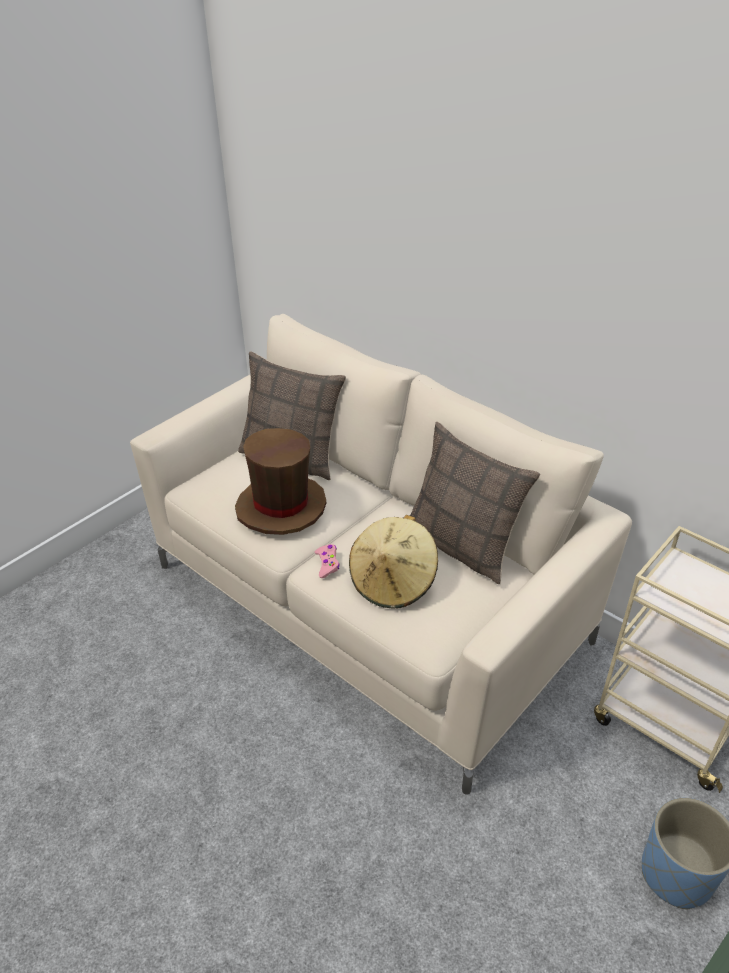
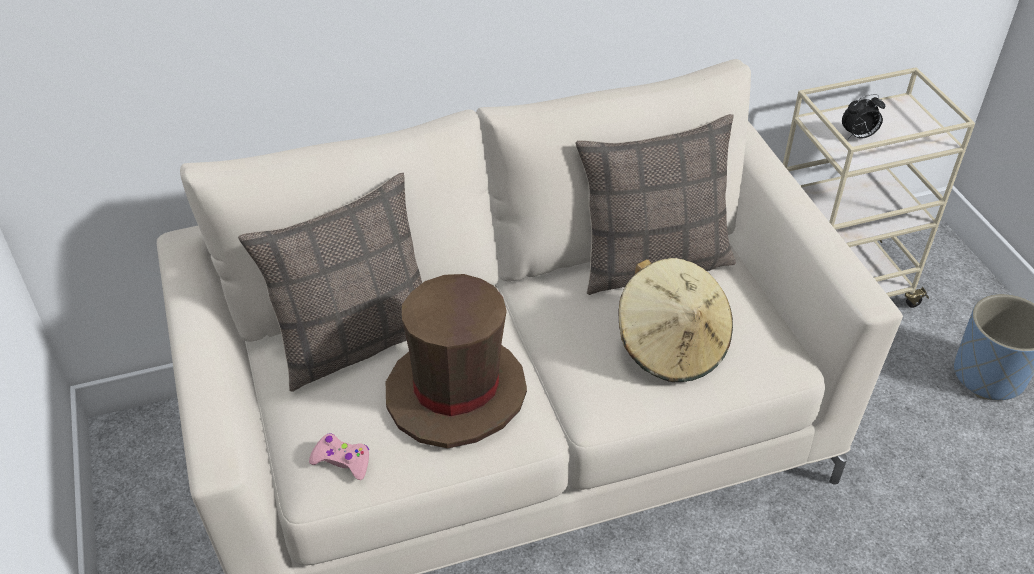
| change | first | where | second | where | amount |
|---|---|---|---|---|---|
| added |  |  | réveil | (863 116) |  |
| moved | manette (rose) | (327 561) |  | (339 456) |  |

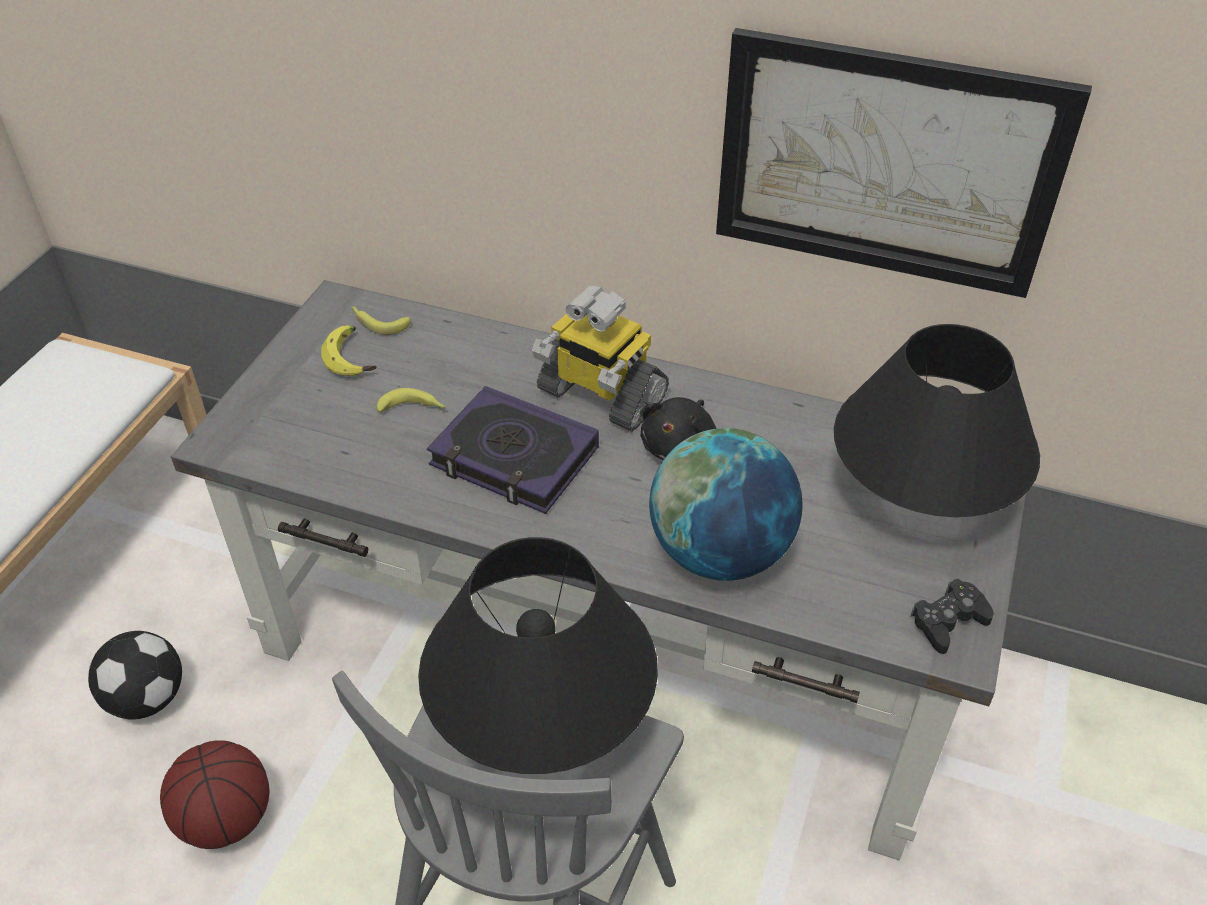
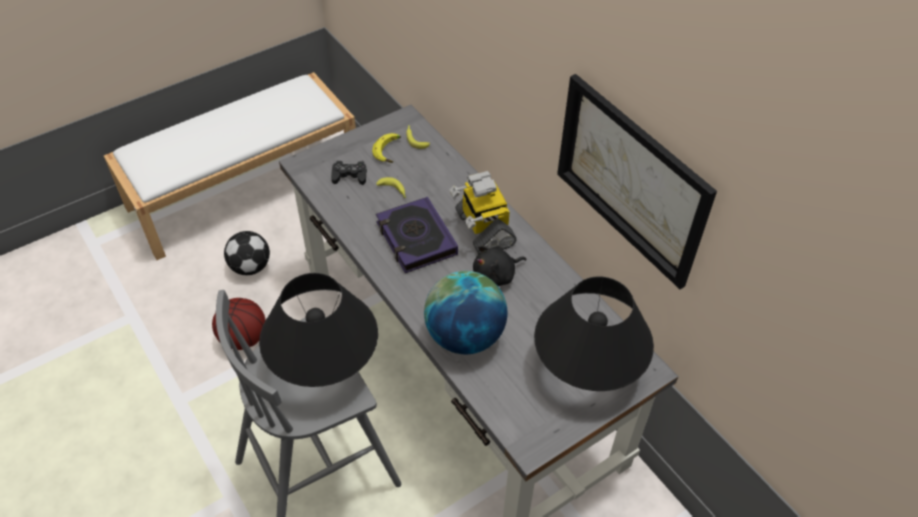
| change | first | where | second | where | amount |
|---|---|---|---|---|---|
| moved | manette (noir) | (952 616) |  | (349 173) |  |

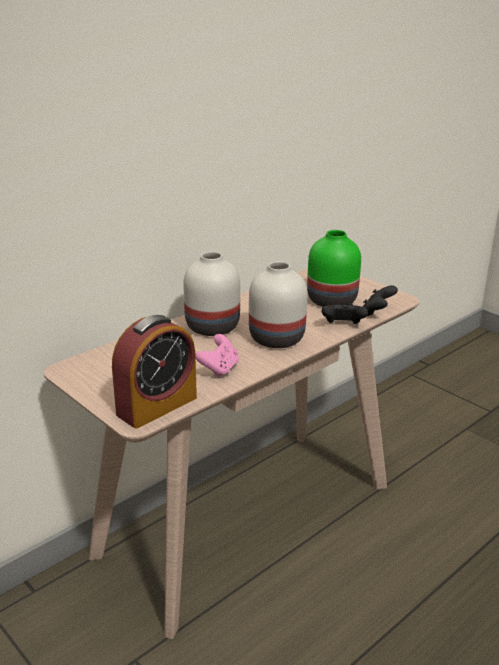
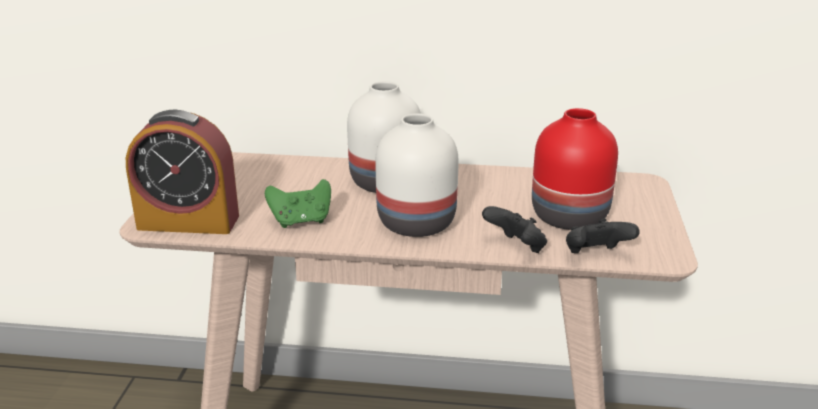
| change | first | where | second | where | amount |
|---|---|---|---|---|---|
| recoloured | manette (rose) | (217 356) | manette (vert) | (298 203) |  |
| recoloured | vase (vert) | (334 268) | vase (rouge) | (575 169) |  |

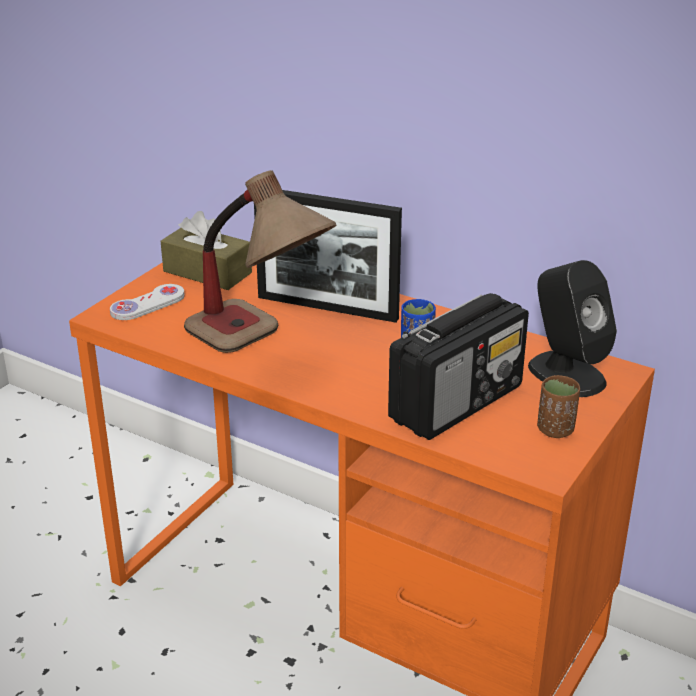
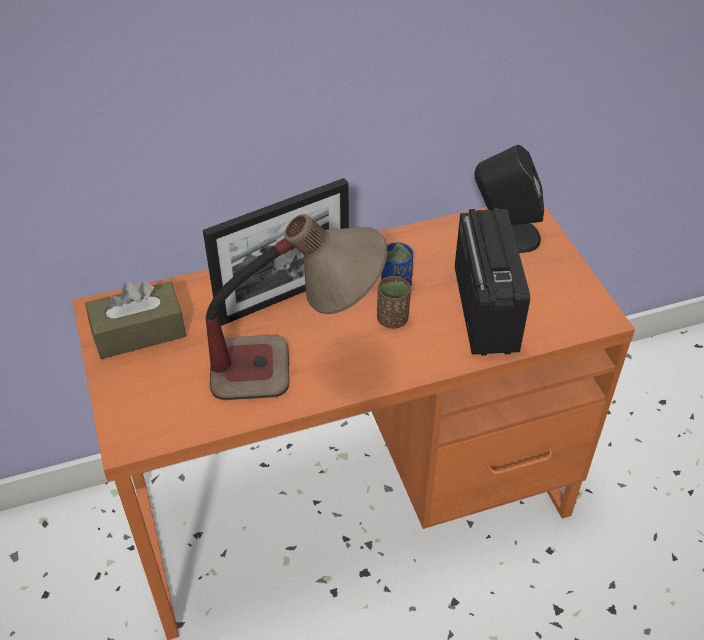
| change | first | where | second | where | amount |
|---|---|---|---|---|---|
| removed | manette (blanc) | (147 302) |  |  |  |
| moved | tasse (marron) | (558 406) |  | (394 302) |  |

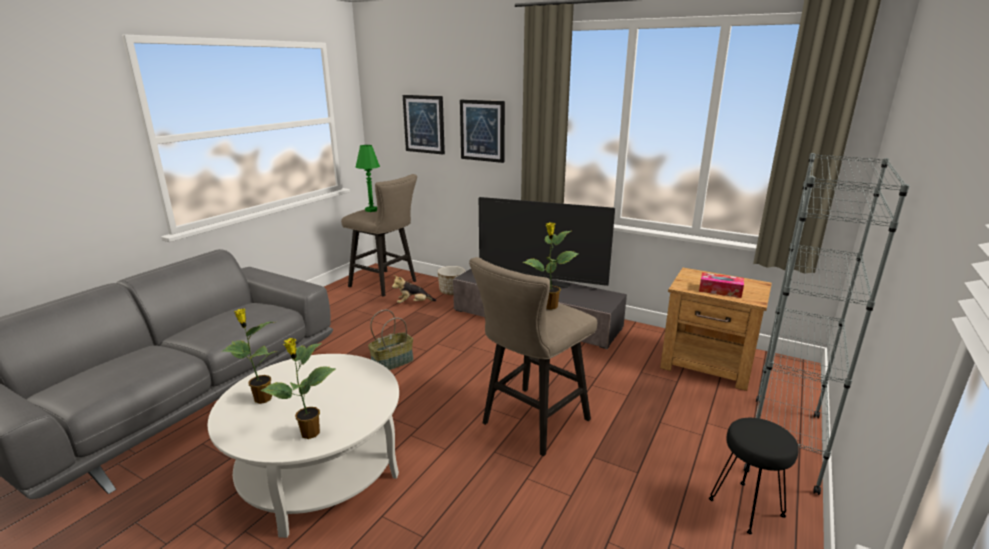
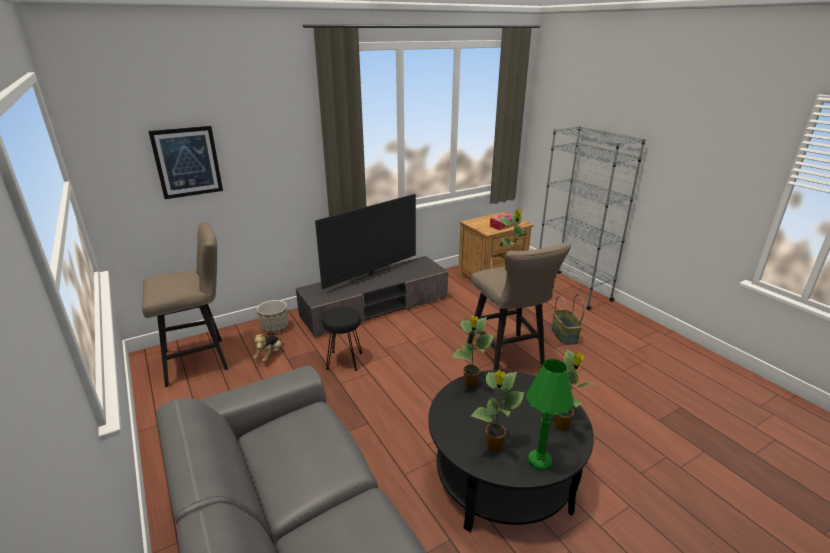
| change | first | where | second | where | amount |
|---|---|---|---|---|---|
| removed | tableau | (482 131) |  |  |  |
| added |  |  | plante en pot | (472 352) |  |
| moved | lampe de table (vert) | (368 178) |  | (550 415) |  |
| moved | panier | (391 340) |  | (568 319) |  |
| moved | tabouret (noir) | (754 476) |  | (342 339) |  |
| recoloured | table basse (blanc) | (303 446) | table basse (noir) | (511 451) |  |

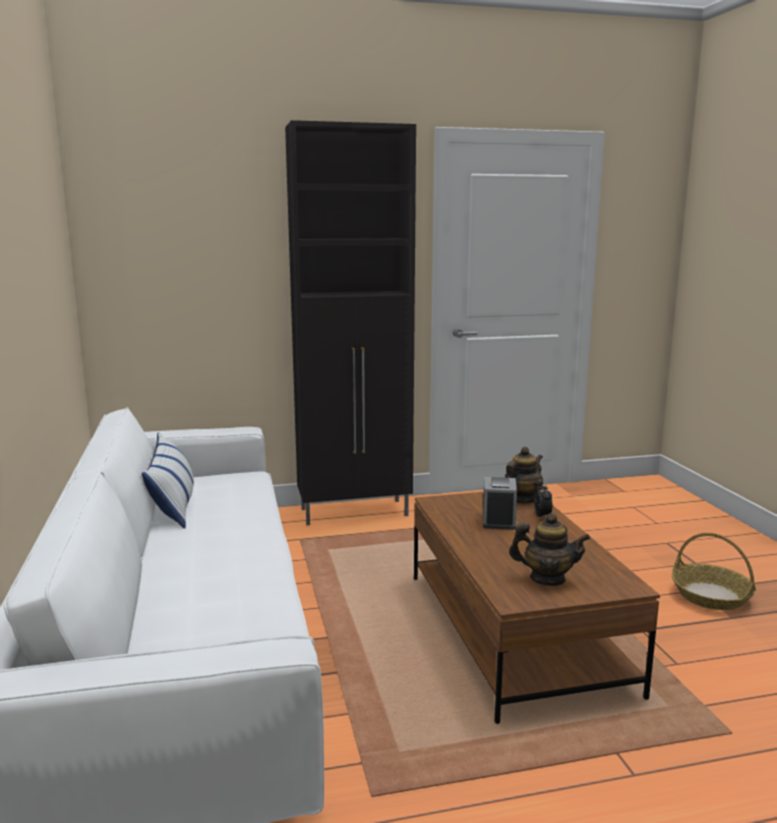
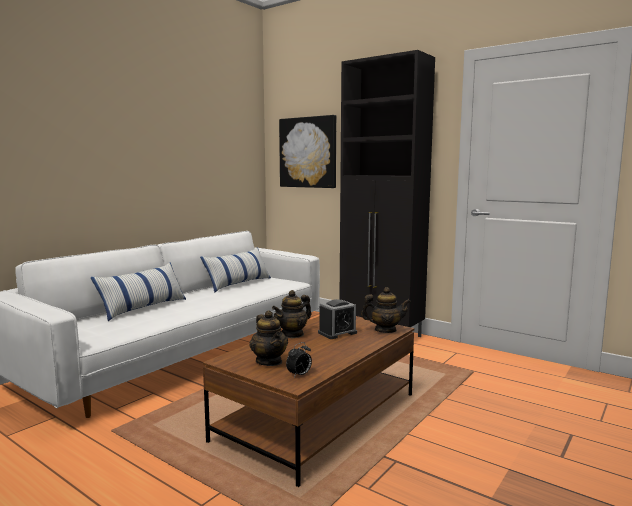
| change | first | where | second | where | amount |
|---|---|---|---|---|---|
| removed | panier | (714 571) |  |  |  |
| added |  |  | coussin | (138 292) |  |
| added |  |  | théière | (291 314) |  |
| added |  |  | tableau | (307 151) |  |
| moved | réveil | (543 500) |  | (299 359) |  |

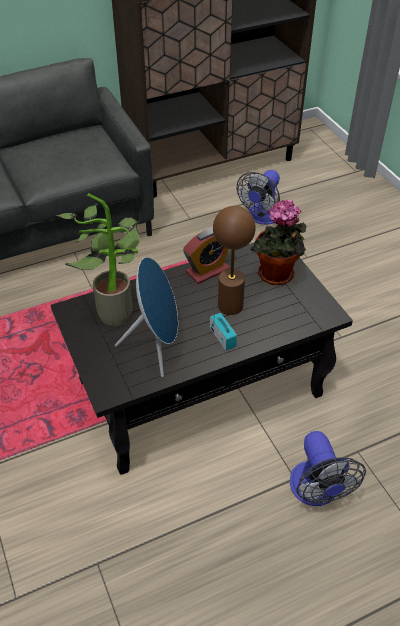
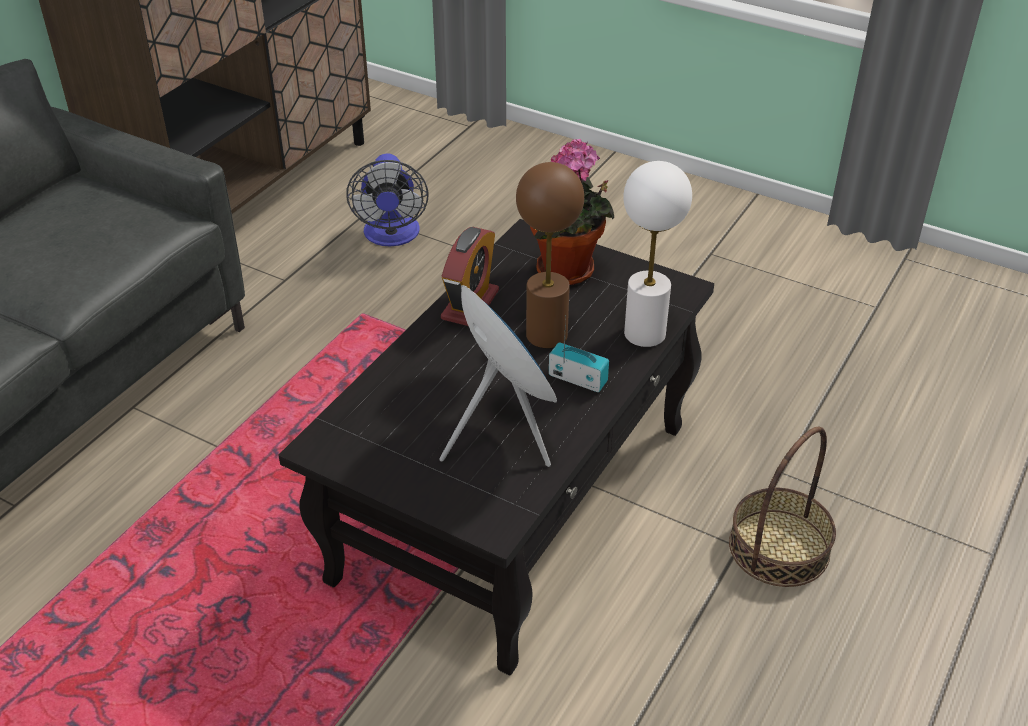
| change | first | where | second | where | amount |
|---|---|---|---|---|---|
| removed | plante en pot | (98 259) |  |  |  |
| added |  |  | lampe de table (blanc) | (657 254) |  |
| replaced | ventilateur | (328 468) | panier | (782 507) |  |

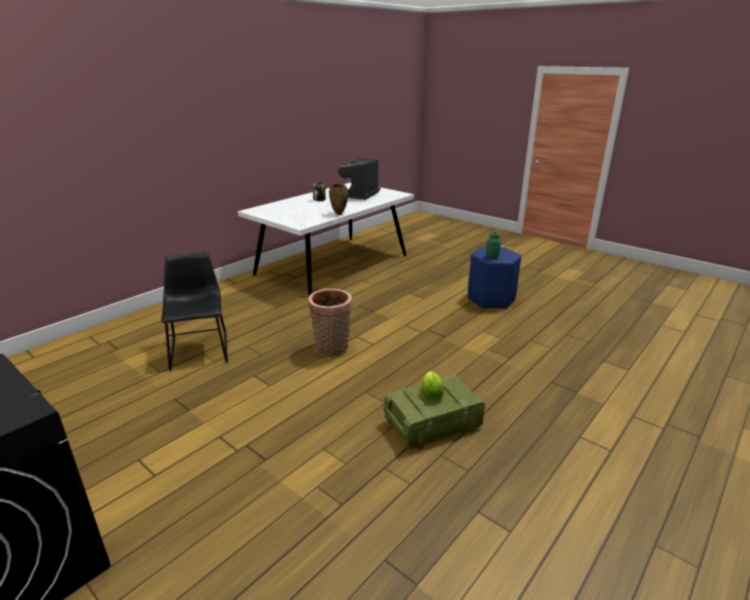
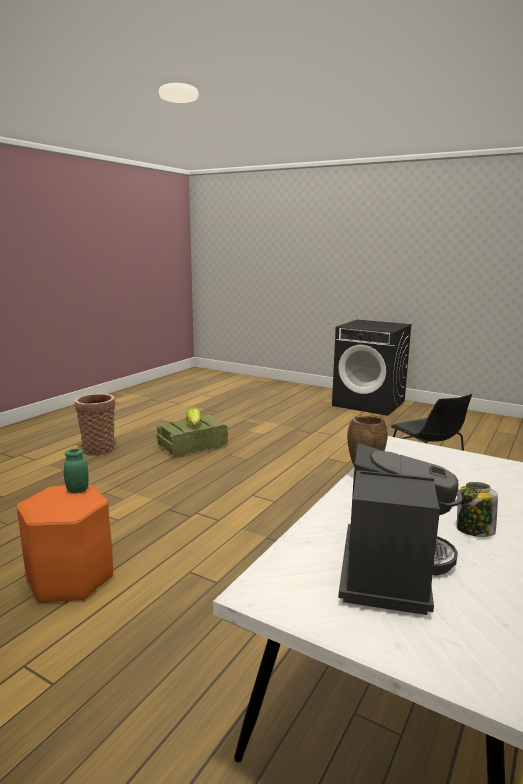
| change | first | where | second | where | amount |
|---|---|---|---|---|---|
| moved | panier | (330 323) |  | (94 425) |  |
| recoloured | tabouret (bleu) | (494 278) | tabouret (orange) | (65 544) |  |

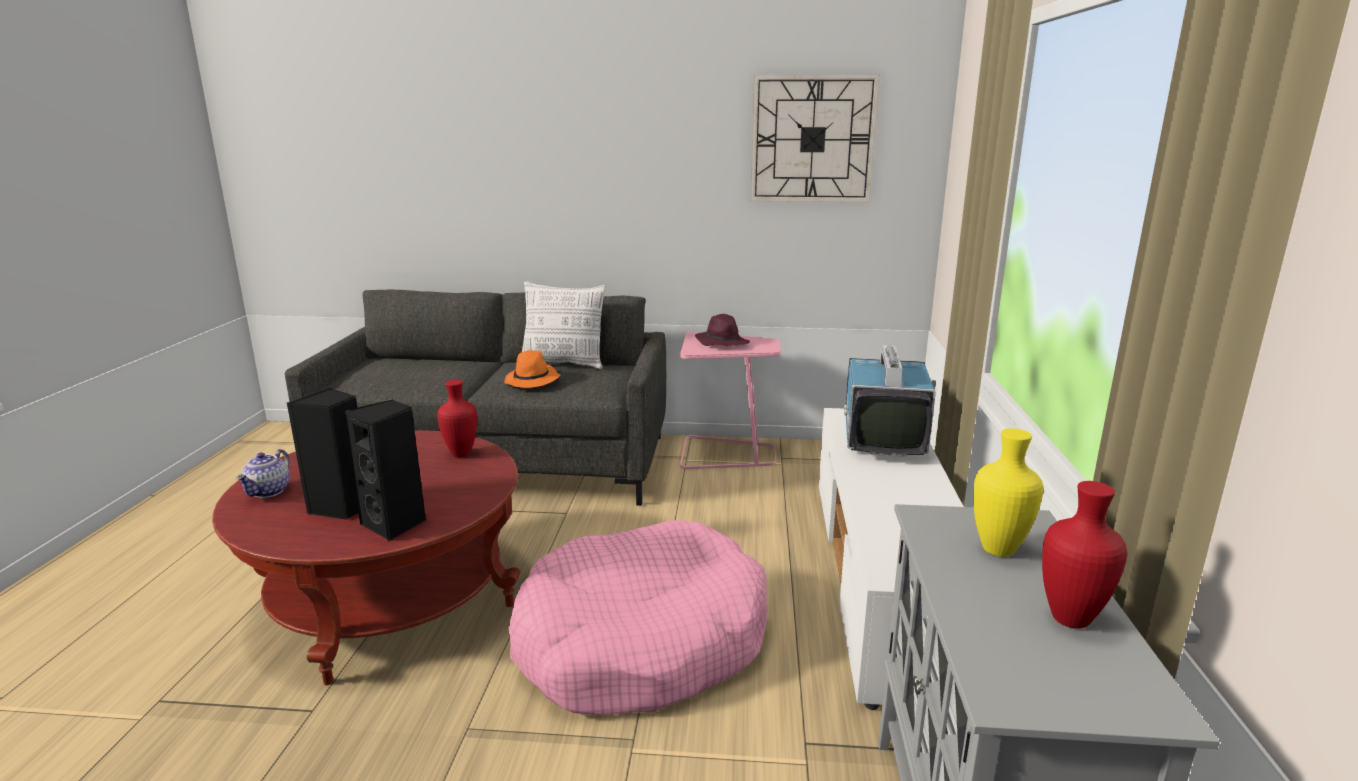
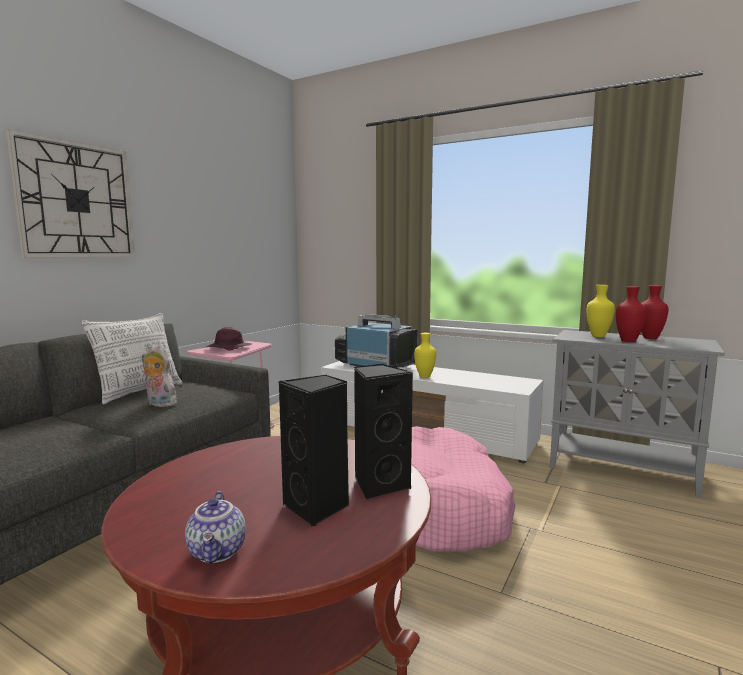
| change | first | where | second | where | amount |
|---|---|---|---|---|---|
| added |  |  | vase (jaune) | (425 355) |  |
| moved | vase (rouge) | (457 418) |  | (631 314) |  |
| moved | horloge murale | (815 138) |  | (70 193) |  |
| replaced | chapeau (orange) | (532 369) | peluche | (160 375) |  |
| turned | théière | (263 473) |  | (215 527) | 45 degrees clockwise |

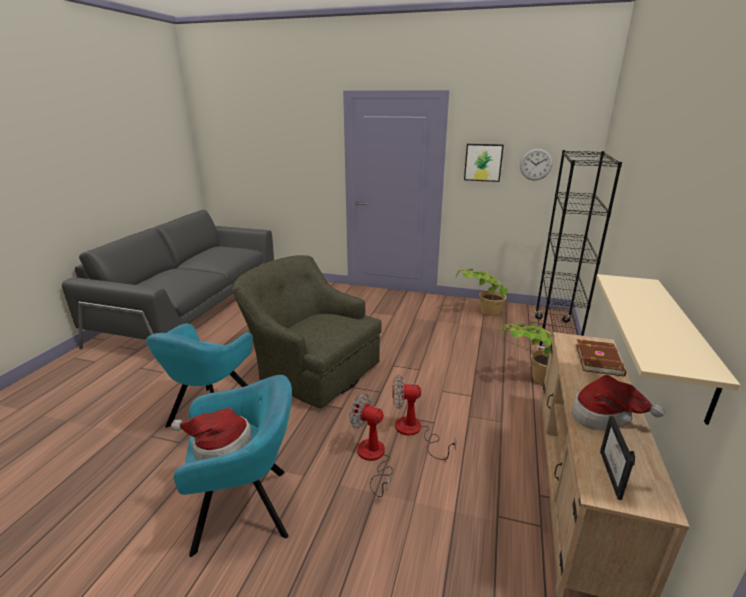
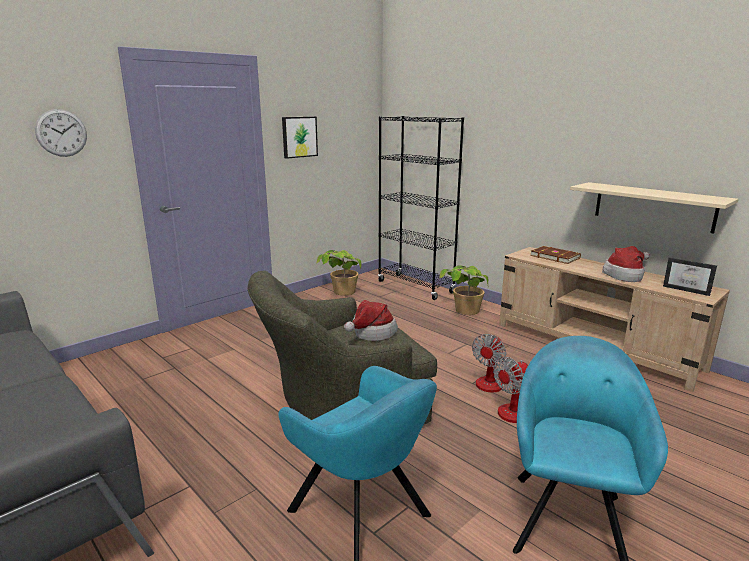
| change | first | where | second | where | amount |
|---|---|---|---|---|---|
| moved | chapeau | (211 434) |  | (371 320) |  |
| moved | horloge murale | (536 164) |  | (61 133) |  |

